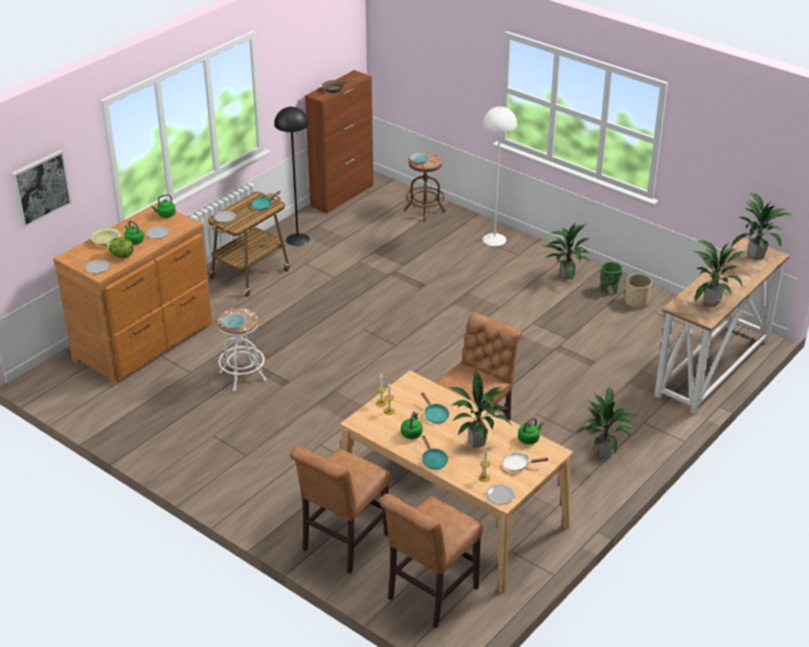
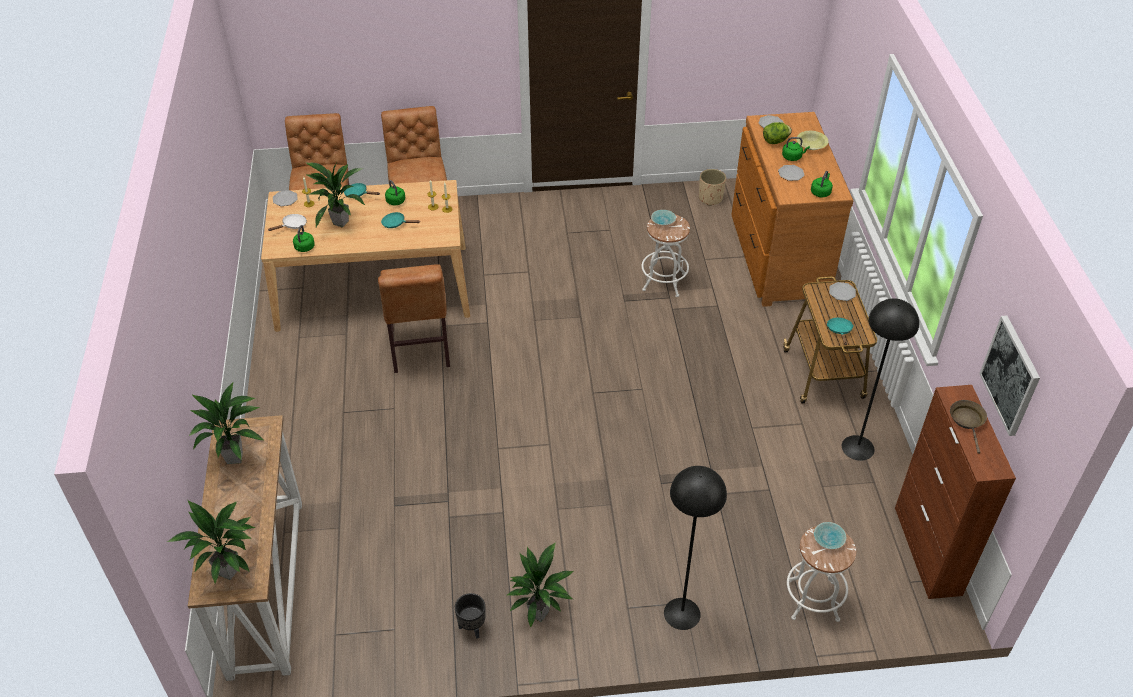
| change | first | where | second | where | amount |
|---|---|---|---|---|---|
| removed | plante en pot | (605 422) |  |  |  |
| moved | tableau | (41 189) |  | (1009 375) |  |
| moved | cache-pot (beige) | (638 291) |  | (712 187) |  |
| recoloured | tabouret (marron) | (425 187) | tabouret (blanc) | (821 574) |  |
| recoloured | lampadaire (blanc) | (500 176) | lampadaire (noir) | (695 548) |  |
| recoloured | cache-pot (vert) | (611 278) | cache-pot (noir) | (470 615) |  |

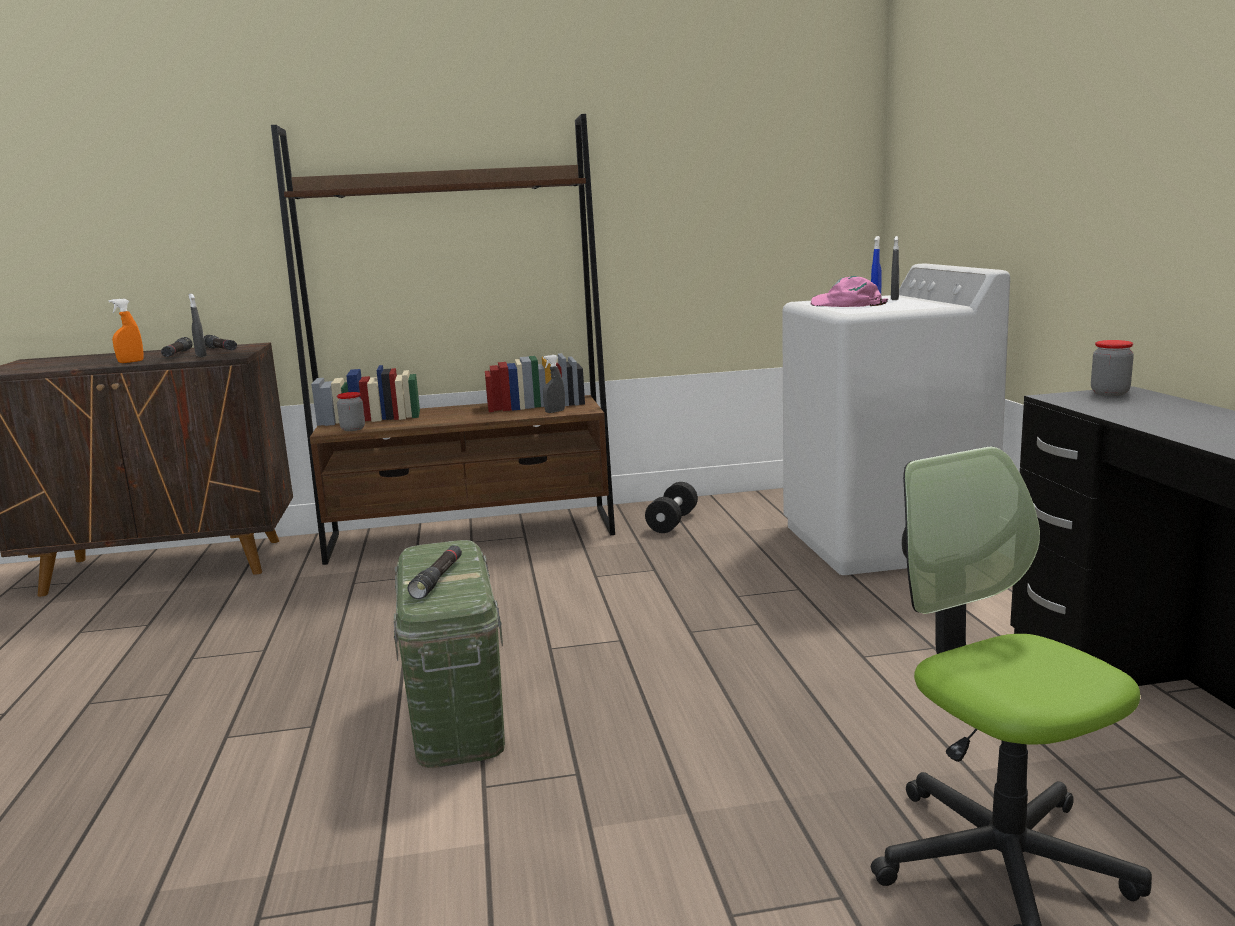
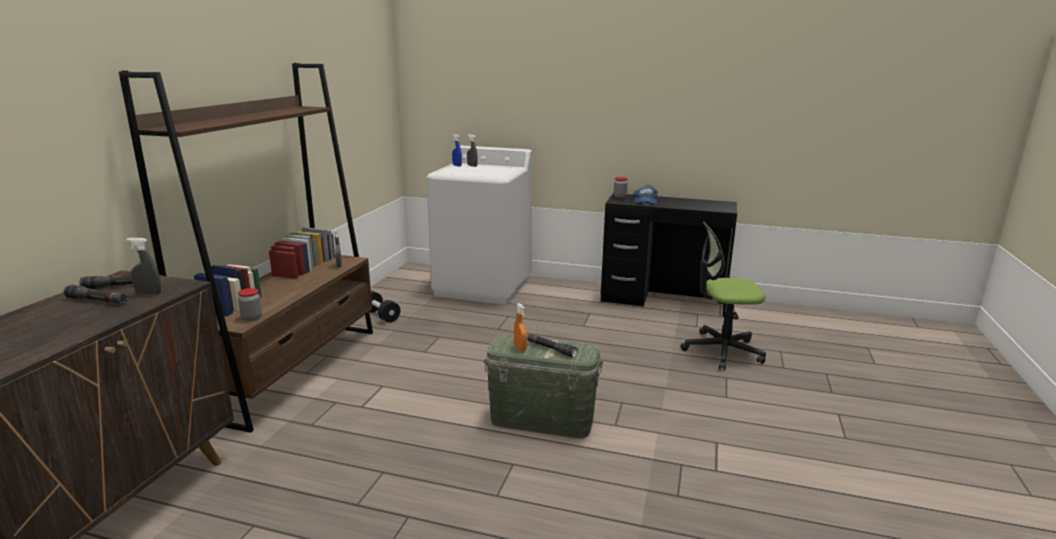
| change | first | where | second | where | amount |
|---|---|---|---|---|---|
| removed | casquette (rose) | (849 291) |  |  |  |
| added |  |  | casquette (bleu) | (645 195) |  |
| moved | vaporisateur (orange) | (126 331) |  | (520 327) |  |

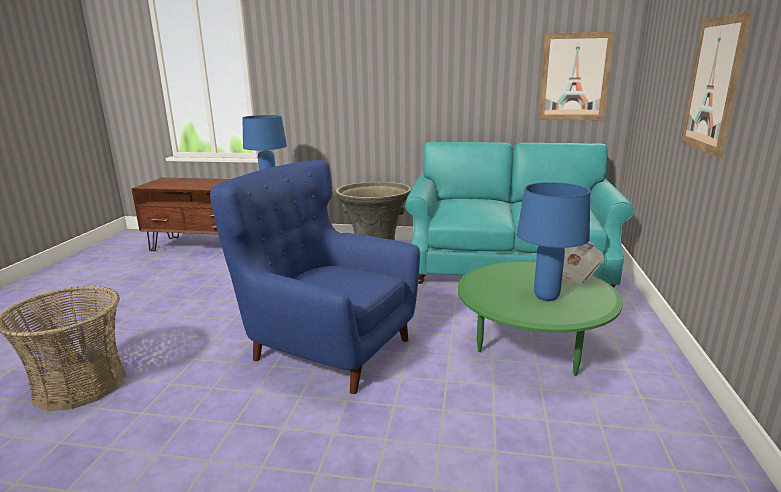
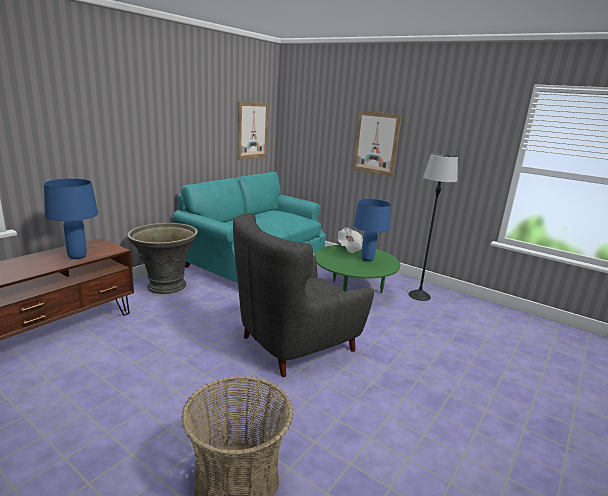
| change | first | where | second | where | amount |
|---|---|---|---|---|---|
| added |  |  | lampadaire | (433 227) |  |
| recoloured | fauteuil (bleu) | (315 277) | fauteuil (gris) | (303 295) |  |

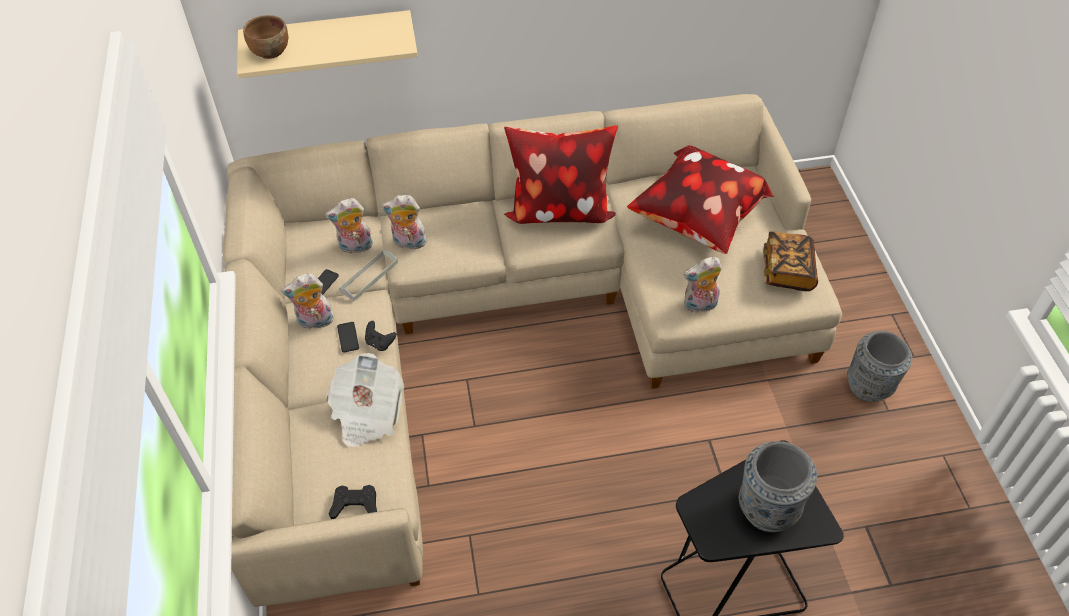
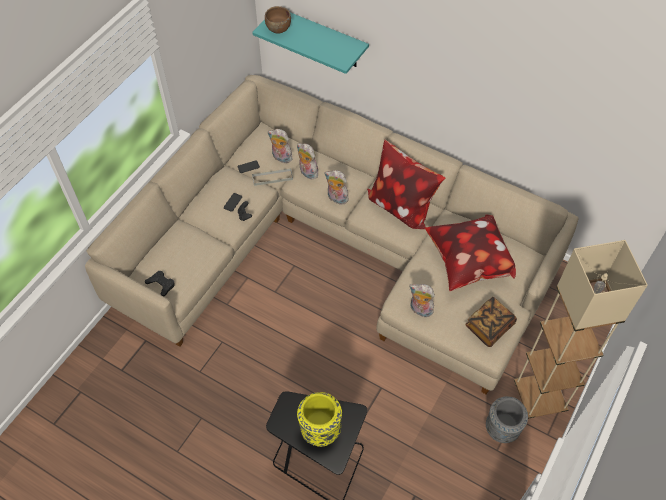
| change | first | where | second | where | amount |
|---|---|---|---|---|---|
| removed | journal | (365 400) |  |  |  |
| added |  |  | lampadaire (beige) | (581 329) |  |
| moved | peluche | (307 301) |  | (336 187) |  |
| recoloured | étagère (beige) | (327 44) | étagère (turquoise) | (310 43) |  |
| recoloured | vase (gris) | (778 486) | vase (jaune) | (319 419) |  |

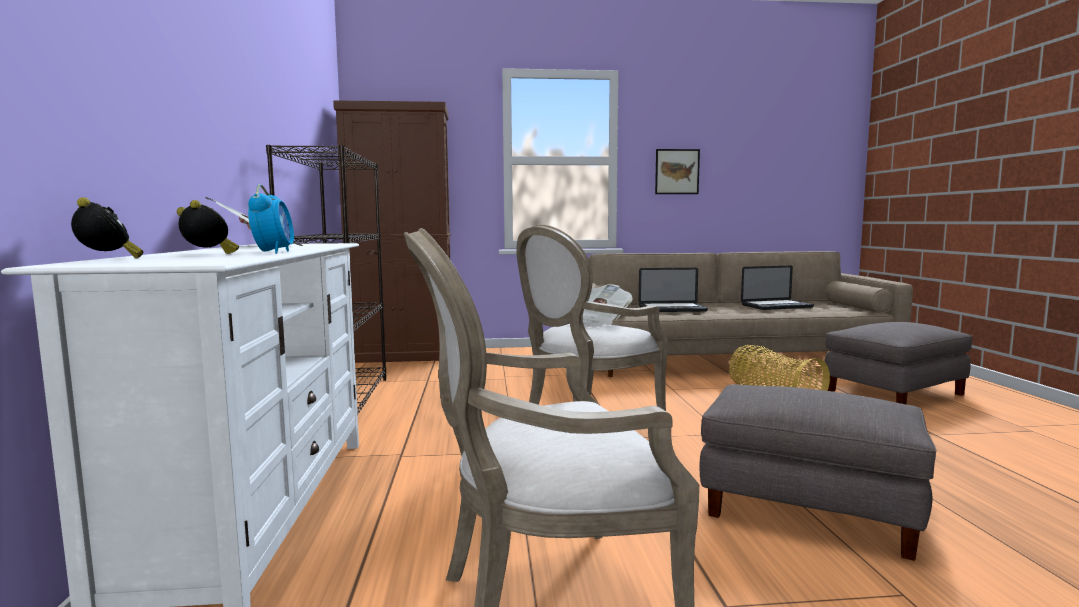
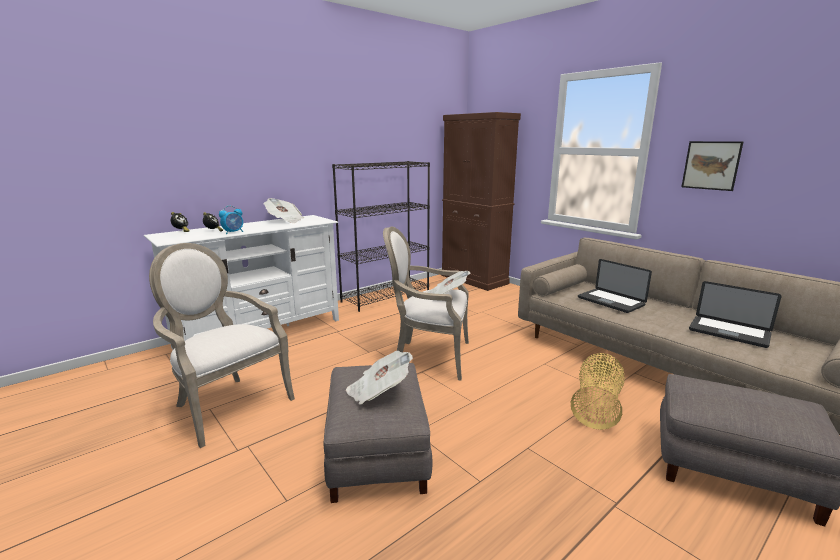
| change | first | where | second | where | amount |
|---|---|---|---|---|---|
| added |  |  | journal | (379 378) |  |

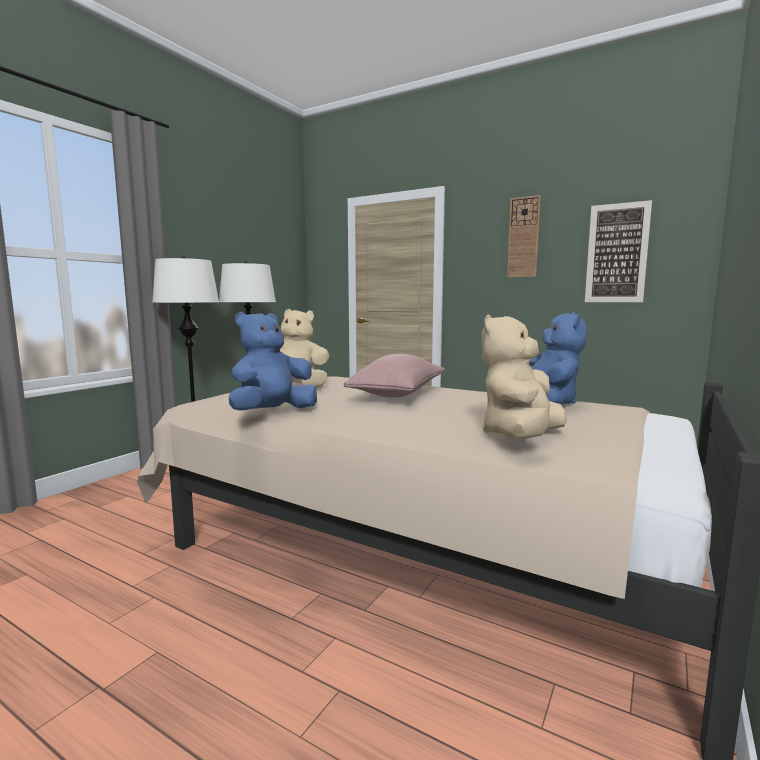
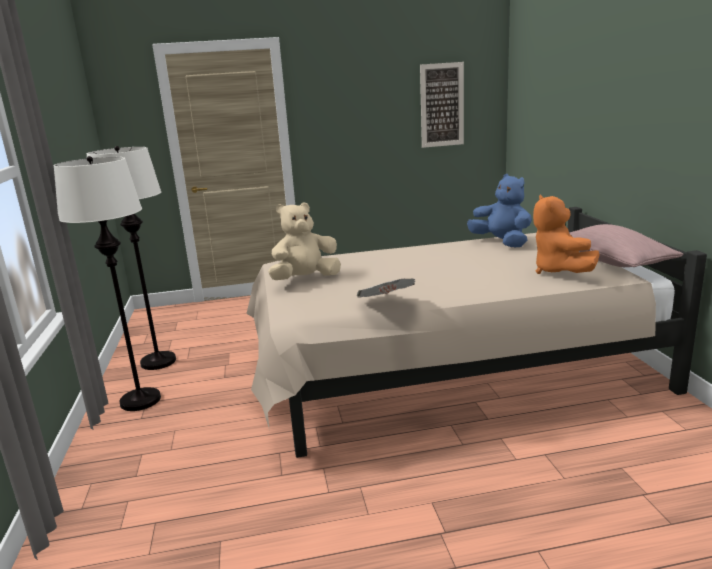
| change | first | where | second | where | amount |
|---|---|---|---|---|---|
| removed | horloge murale | (524 236) |  |  |  |
| moved | coussin (rose) | (394 376) |  | (626 245) |  |
| replaced | peluche (bleu) | (273 361) | journal | (386 288) |  |
| recoloured | peluche (beige) | (524 377) | peluche (orange) | (566 234) |  |

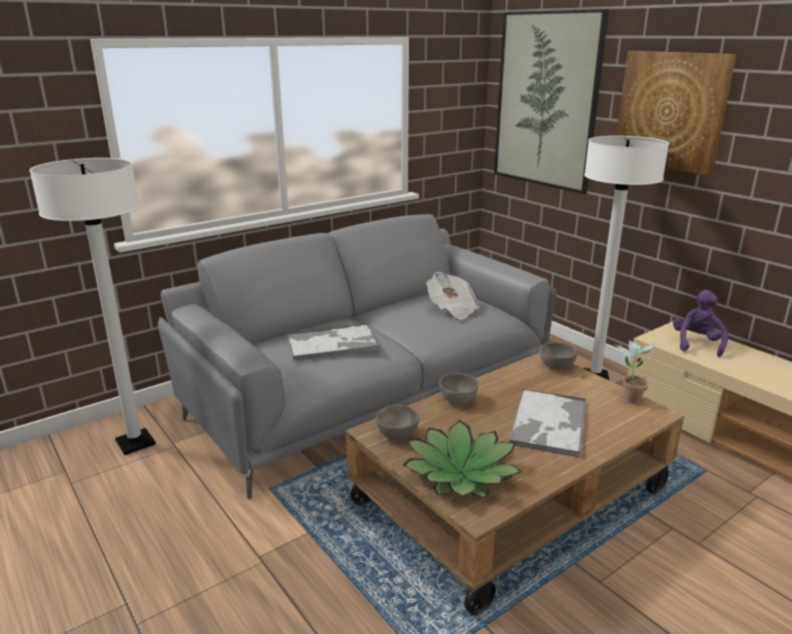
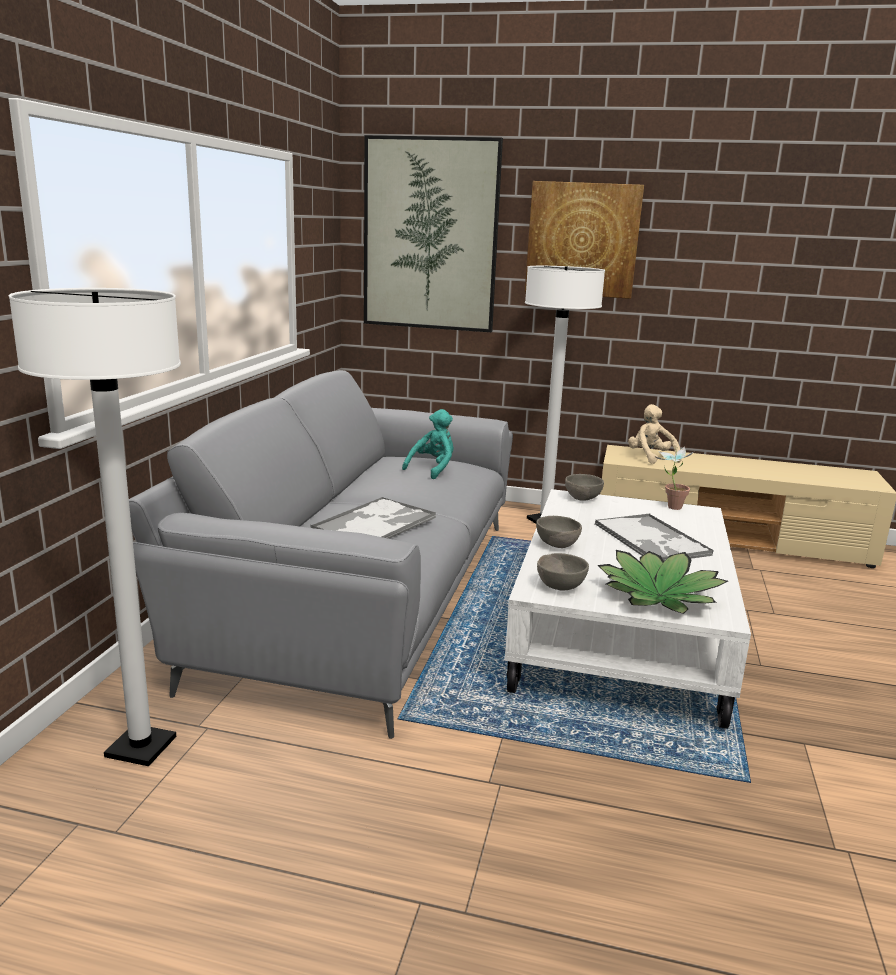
| change | first | where | second | where | amount |
|---|---|---|---|---|---|
| replaced | journal | (452 296) | peluche (turquoise) | (427 444) |  |
| recoloured | table basse (marron) | (515 483) | table basse (blanc) | (627 609) |  |
| recoloured | peluche (violet) | (700 323) | peluche (beige) | (654 434) |  |

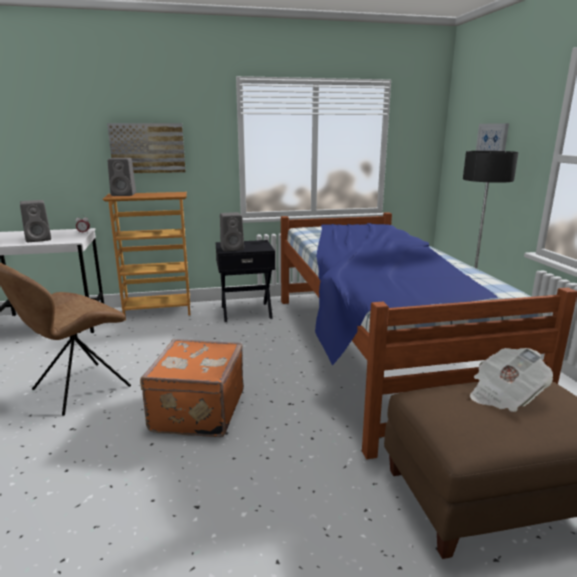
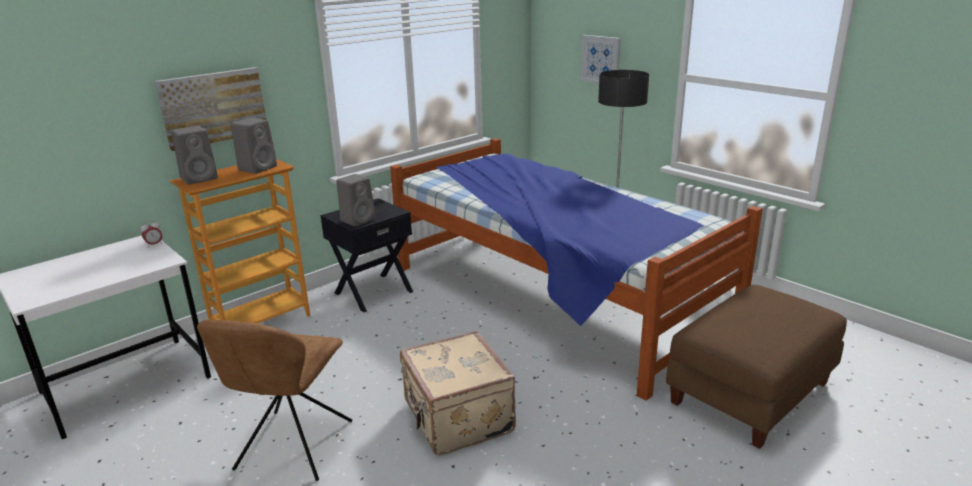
| change | first | where | second | where | amount |
|---|---|---|---|---|---|
| removed | journal | (511 380) |  |  |  |
| moved | enceinte (gris) | (35 221) |  | (254 146) |  |
| recoloured | valise (orange) | (192 388) | valise (beige) | (458 393) |  |

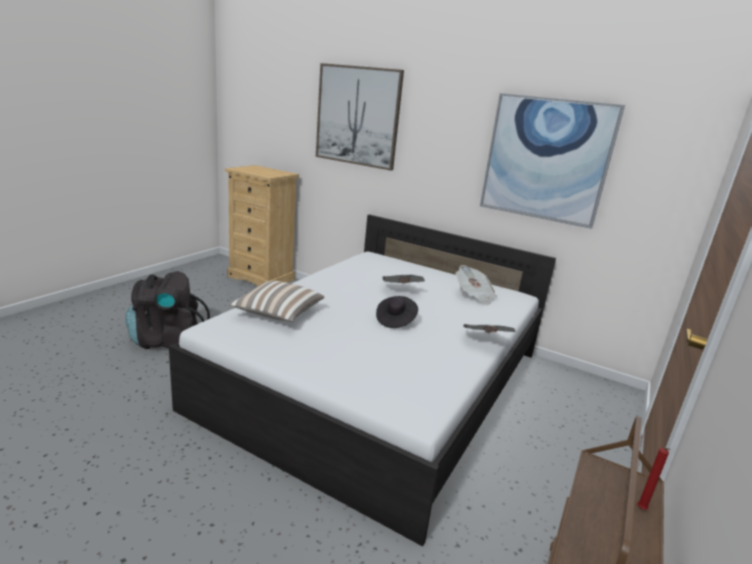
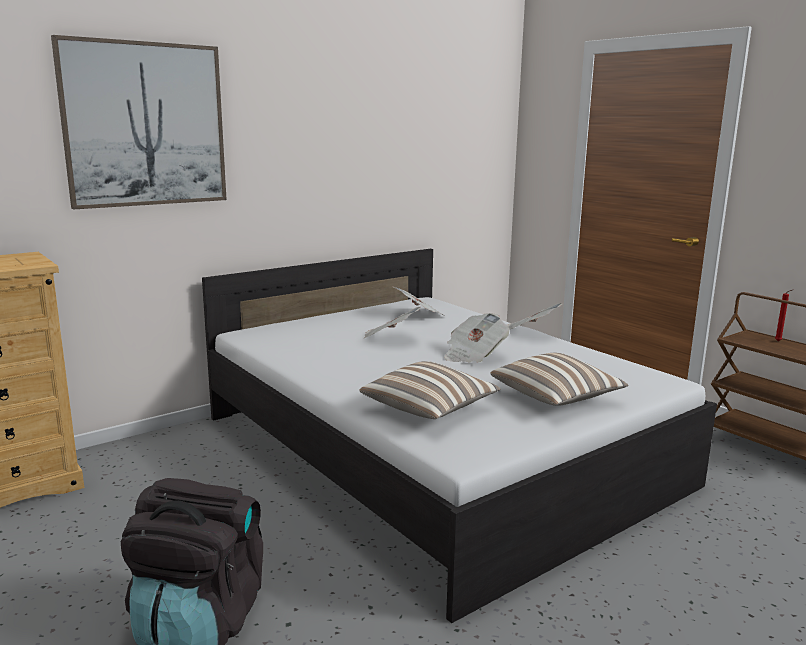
| change | first | where | second | where | amount |
|---|---|---|---|---|---|
| removed | tableau | (552 161) |  |  |  |
| added |  |  | coussin | (559 379) |  |
| replaced | chapeau (noir) | (397 312) | journal | (476 338) |  |

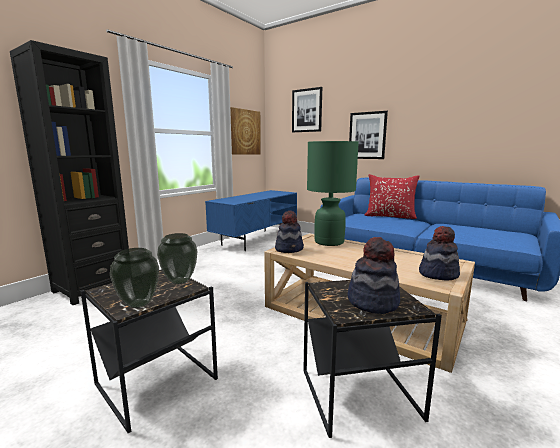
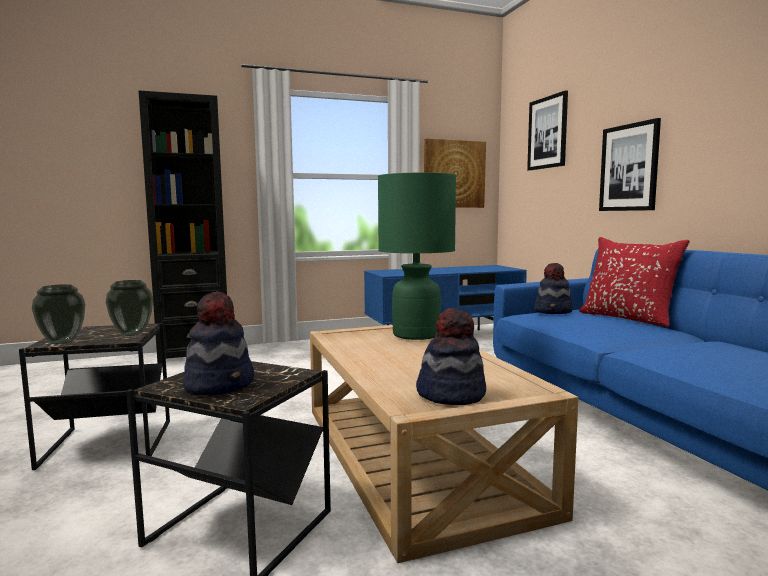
| change | first | where | second | where | amount |
|---|---|---|---|---|---|
| moved | chapeau | (289 232) |  | (553 288) |  |

